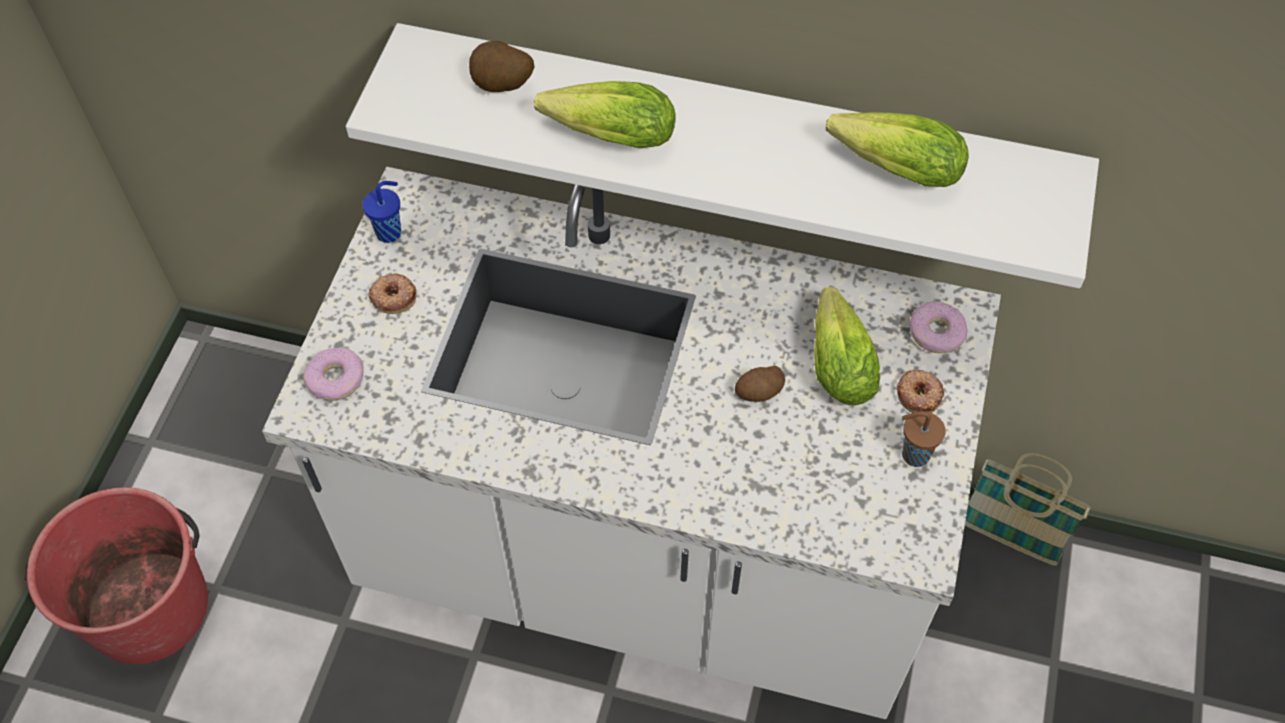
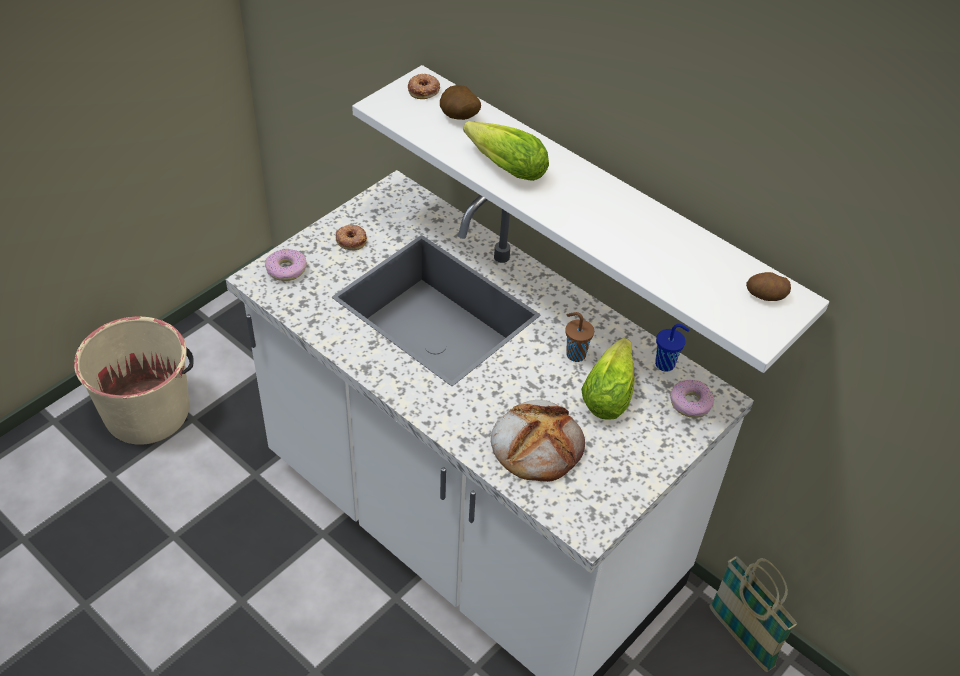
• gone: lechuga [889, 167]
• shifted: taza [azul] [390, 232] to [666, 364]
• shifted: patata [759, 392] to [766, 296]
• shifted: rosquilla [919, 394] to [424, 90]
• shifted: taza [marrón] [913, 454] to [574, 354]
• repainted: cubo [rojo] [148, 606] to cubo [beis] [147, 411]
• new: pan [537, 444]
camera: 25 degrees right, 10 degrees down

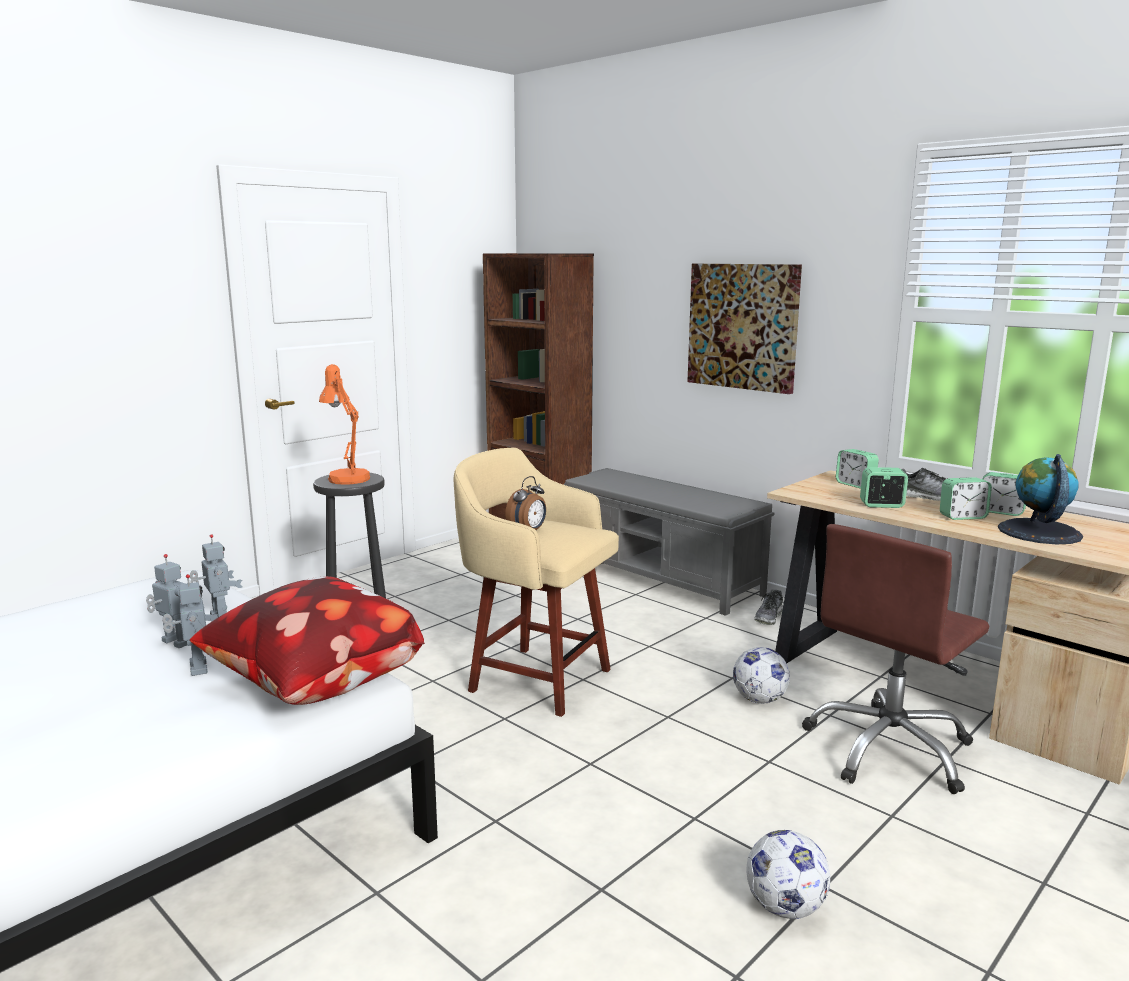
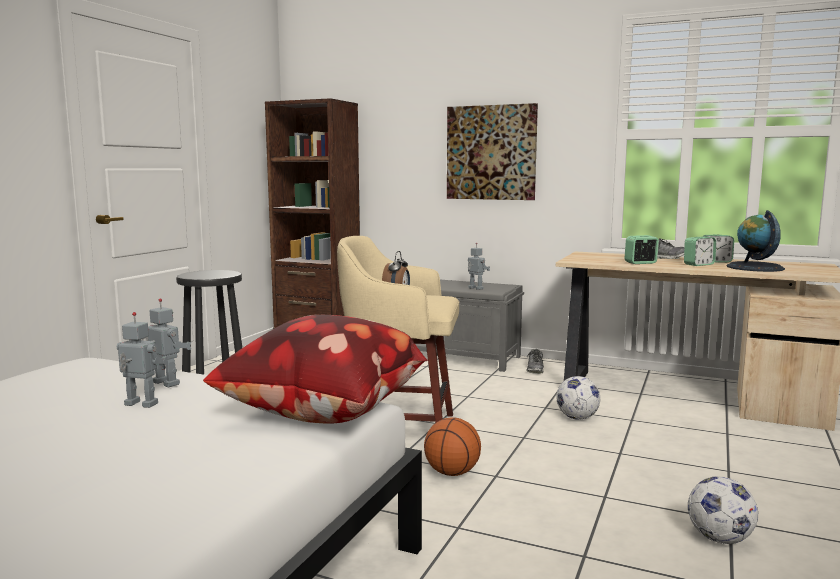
• gone: lámpara de mesa [naranja] [346, 477]
• gone: despertador [855, 485]
• gone: silla de oficina [marrón] [889, 749]
• shifted: robot de juguete [196, 668] to [475, 288]
• new: balón de baloncesto [452, 473]
camera: 20 degrees left, 5 degrees down

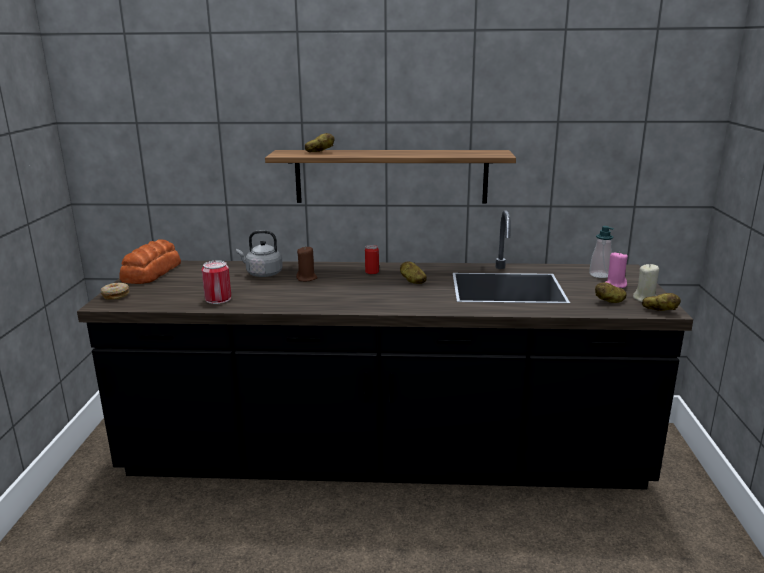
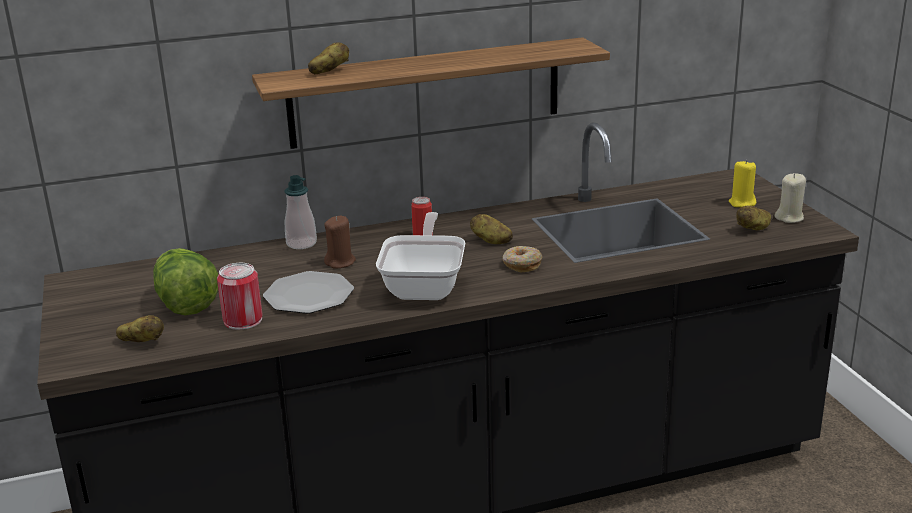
• shifted: dispensador de jabón [600, 275] to [301, 243]
• gone: hervidor [gris] [262, 274]
• gone: pan [151, 272]
• repainted: vela [rosa] [615, 285] to vela [amarillo] [742, 203]
• shifted: rosquilla [115, 295] to [521, 265]
• shifted: patata [660, 311] to [142, 342]
• new: sartén [425, 286]
• new: lechuga [185, 304]
• new: plato [309, 295]
camera: 20 degrees left, 5 degrees up

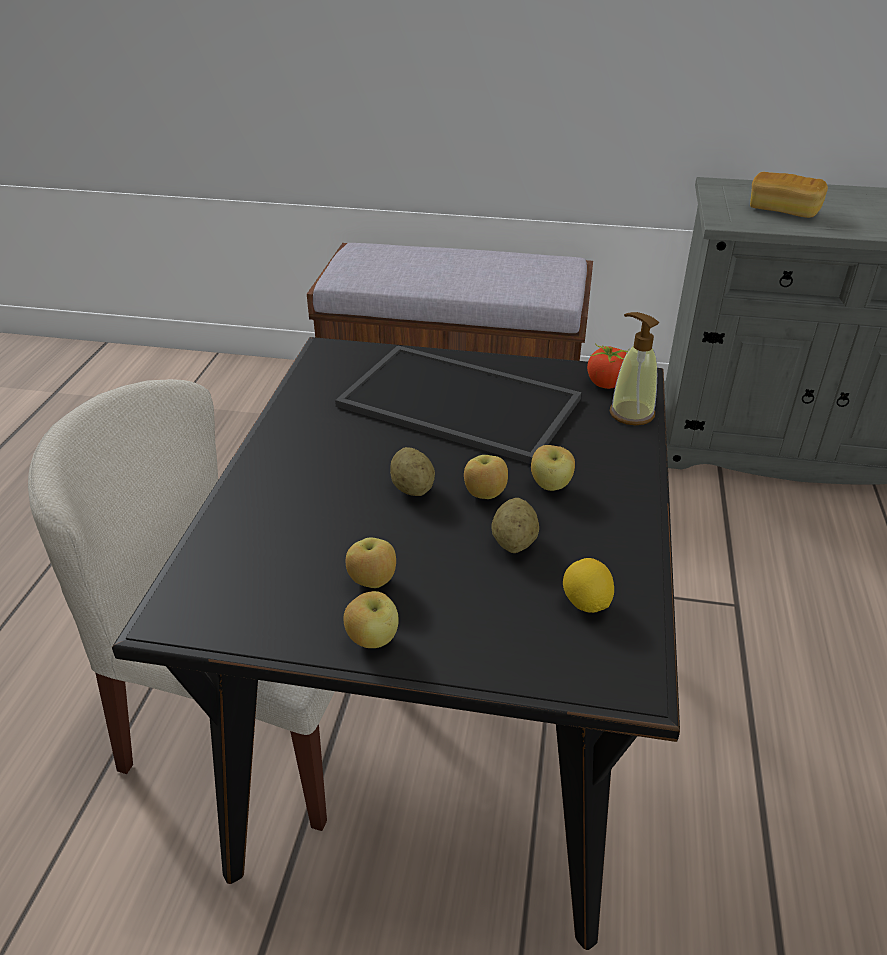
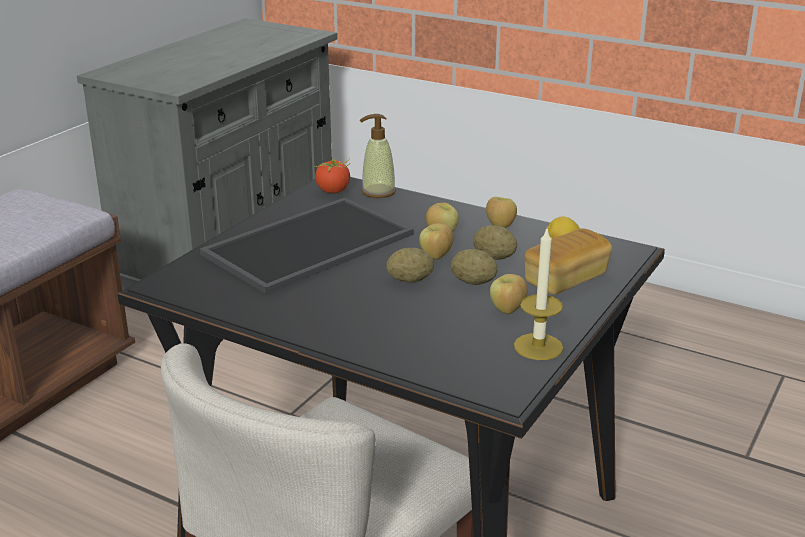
• shifted: pan [783, 210] to [565, 279]
• shifted: manzana [373, 639] to [500, 227]
• new: vela [538, 347]
• new: patata [473, 282]
camera: 70 degrees left, 10 degrees down

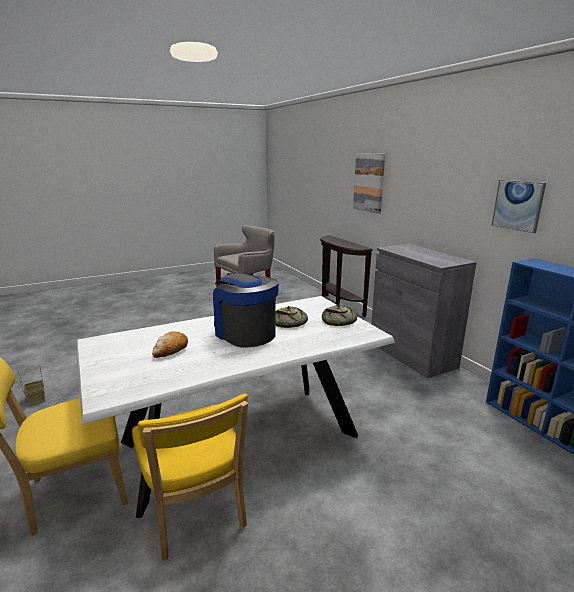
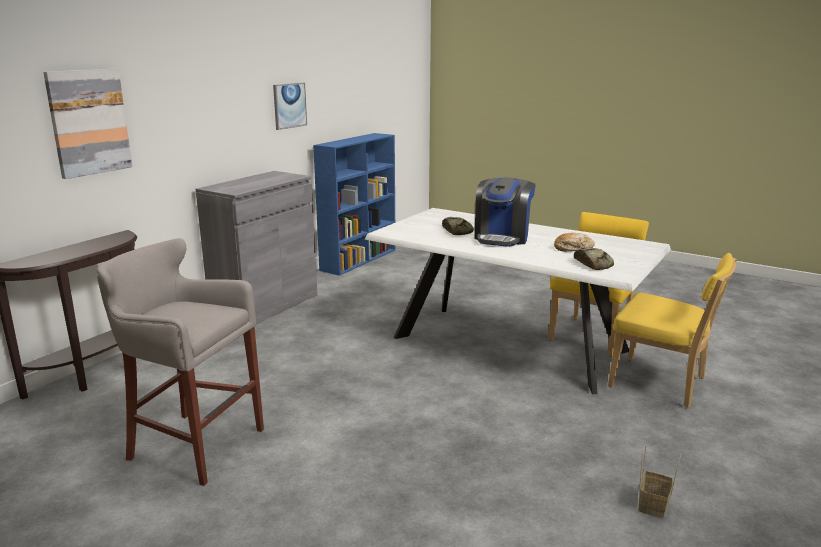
• shifted: pan [339, 321] to [593, 264]
camera: 120 degrees left, 0 degrees up

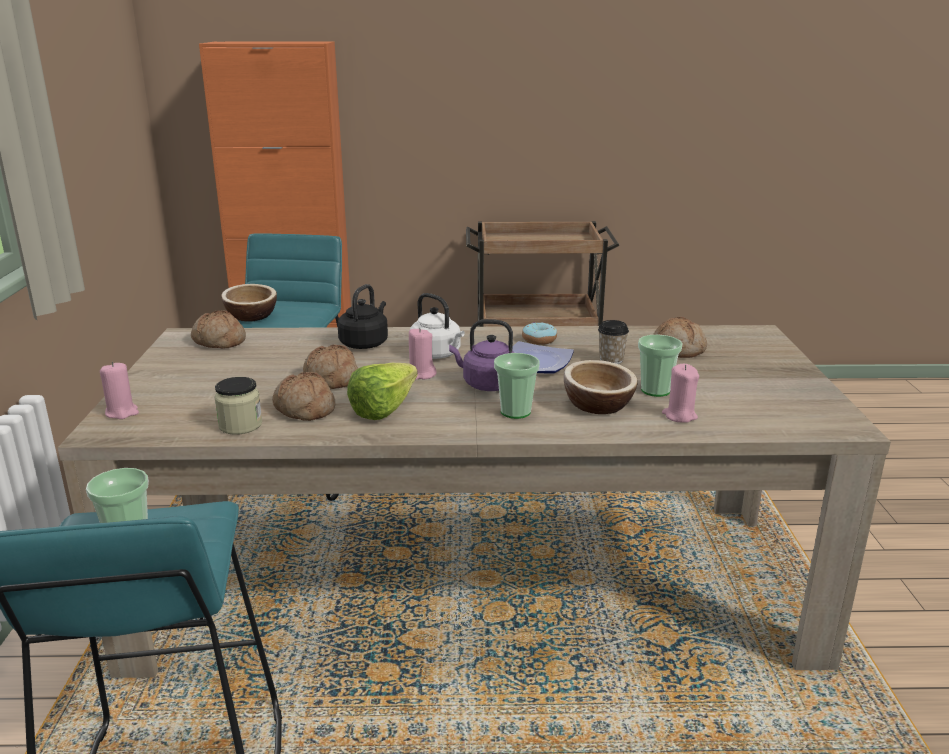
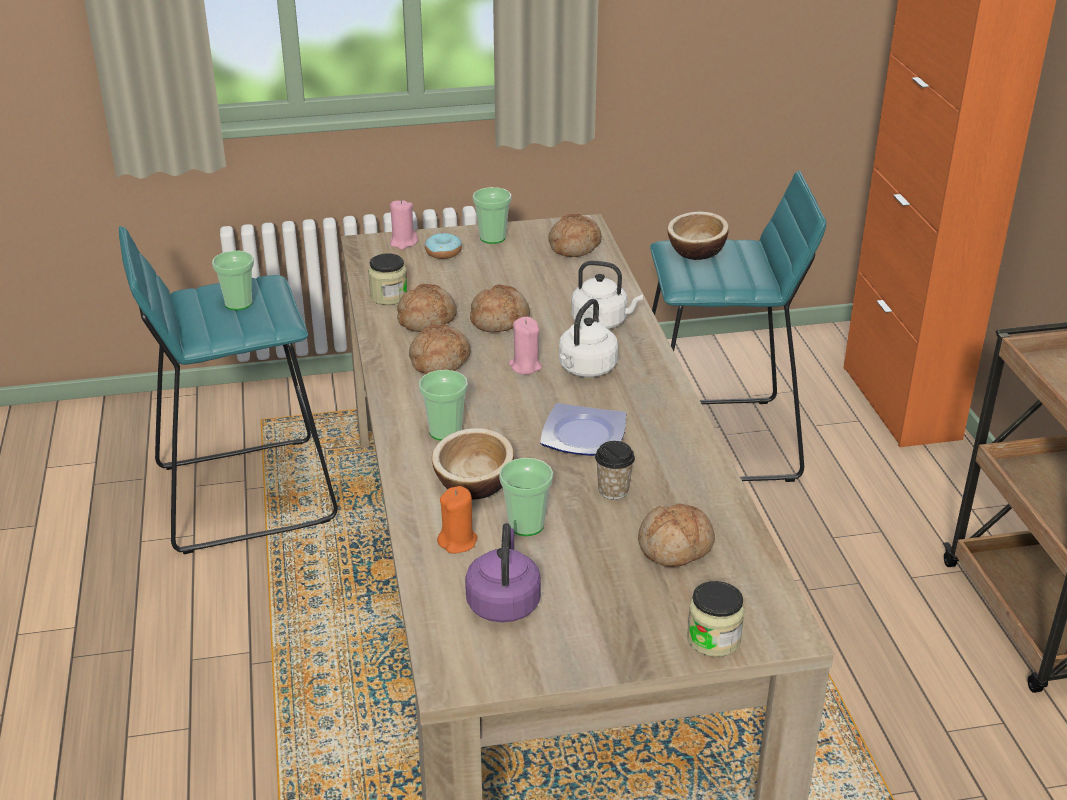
• repainted: hervidor [negro] [365, 343] to hervidor [blanco] [602, 322]
• shifted: hervidor [morado] [487, 384] to [503, 602]
• shifted: rosquilla [539, 340] to [443, 252]
• swapped: lechuga [390, 408] to pan [439, 360]
• repainted: vela [rosa] [679, 416] to vela [naranja] [458, 541]
• new: taza [492, 238]
• new: tarro [713, 639]
camera: 80 degrees right, 10 degrees up

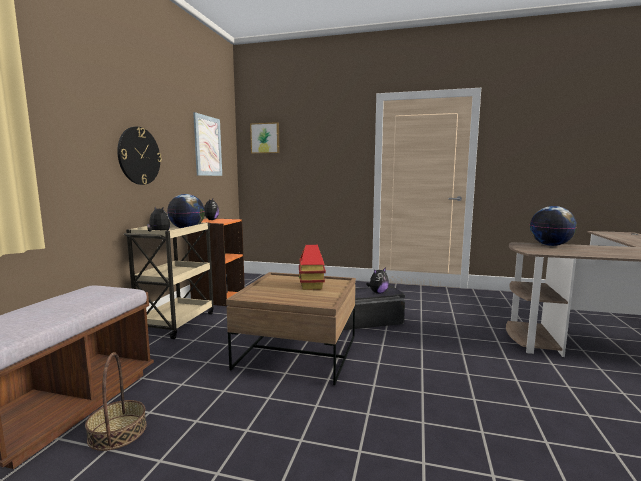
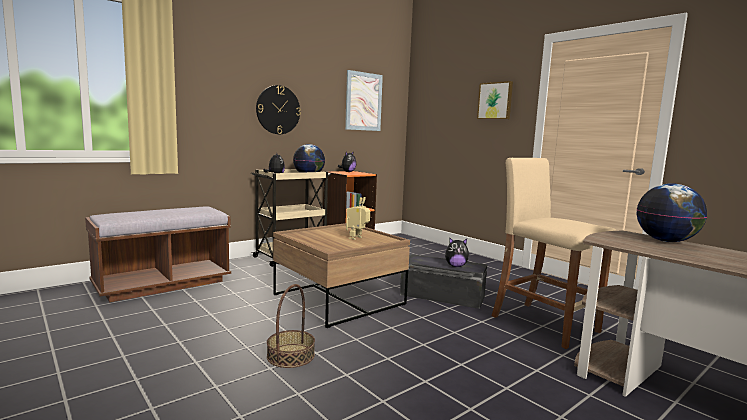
• shifted: cuadro [265, 138] to [495, 101]
• swapped: casita [311, 286] to robot de juguete [357, 238]
• shifted: cesta [117, 432] to [290, 355]
• new: taburete [beis] [544, 324]
camera: 35 degrees right, 0 degrees up

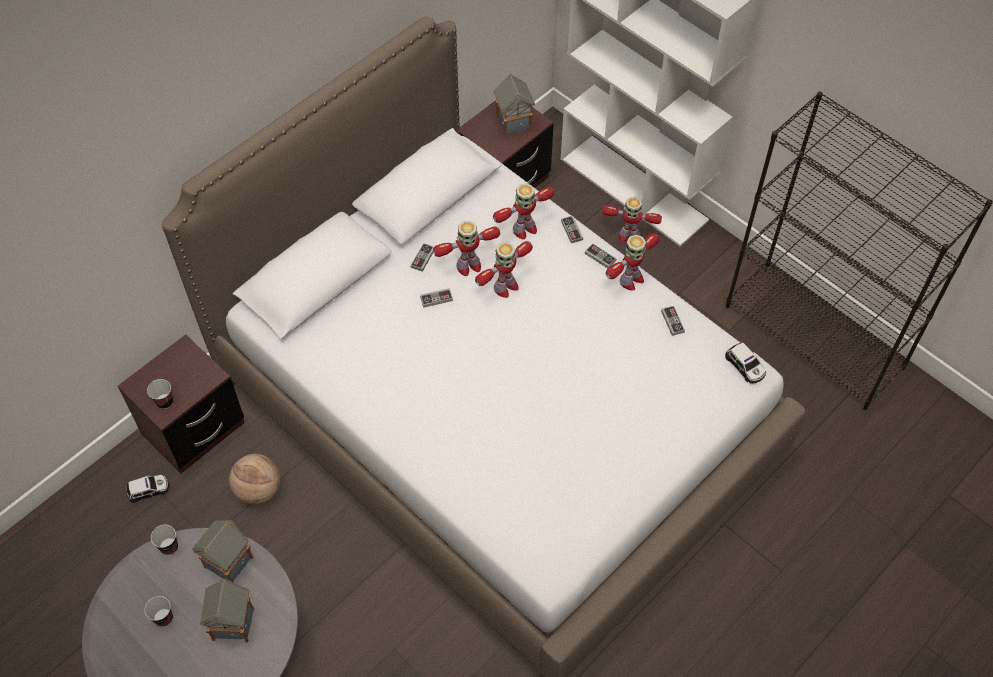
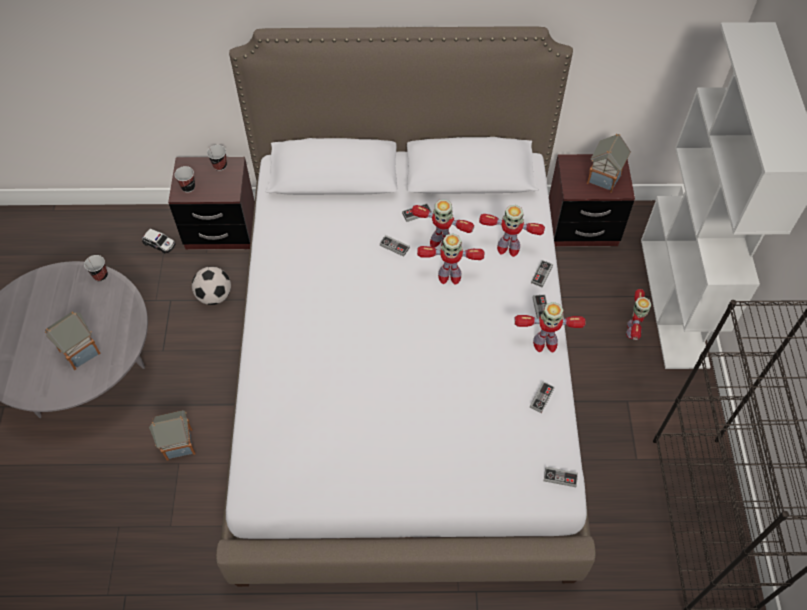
• rotated: robot de juguete [628, 236] = [632, 331] 135 degrees counterclockwise
• swapped: coche de juguete [745, 366] to mando de consola [560, 477]
• swapped: balón de baloncesto [258, 490] to balón de fútbol [214, 296]
• shifted: casita [228, 564] to [178, 445]
• shifted: taza [163, 618] to [220, 166]
camera: 45 degrees right, 0 degrees up

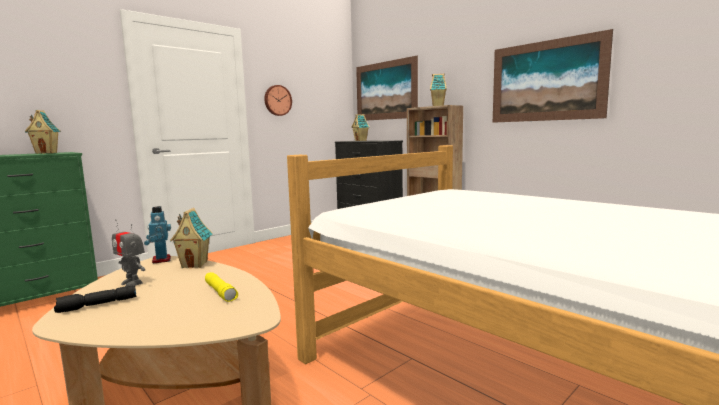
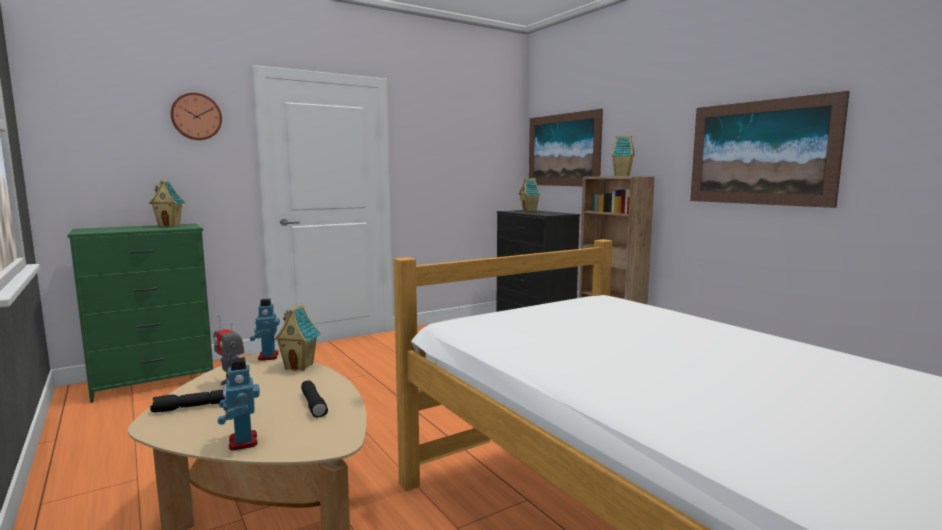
• shifted: reloj de pared [277, 100] to [196, 116]
• repainted: linterna [amarillo] [221, 292] to linterna [negro] [314, 405]
• new: robot de juguete [242, 442]
camera: 10 degrees right, 0 degrees up

